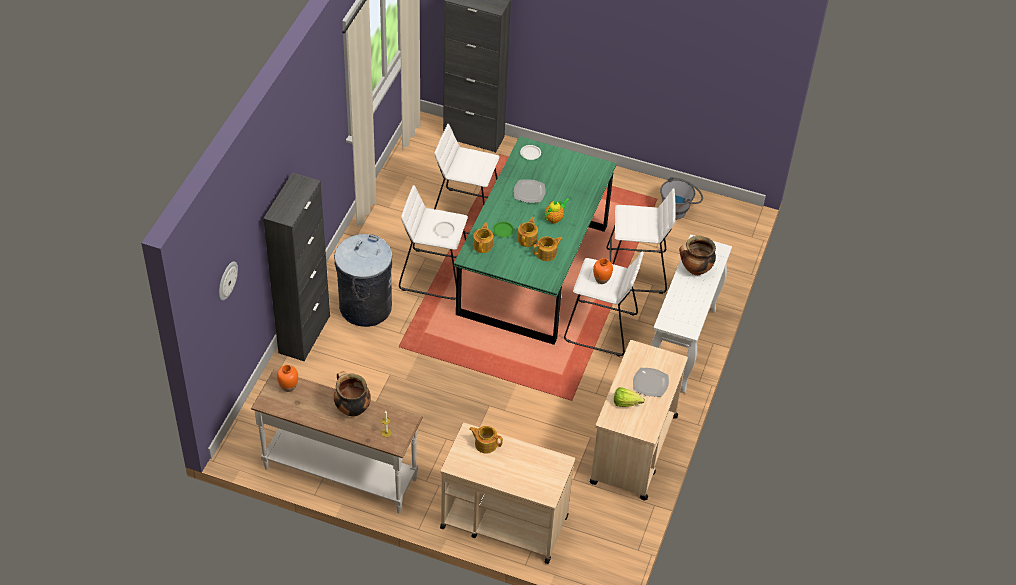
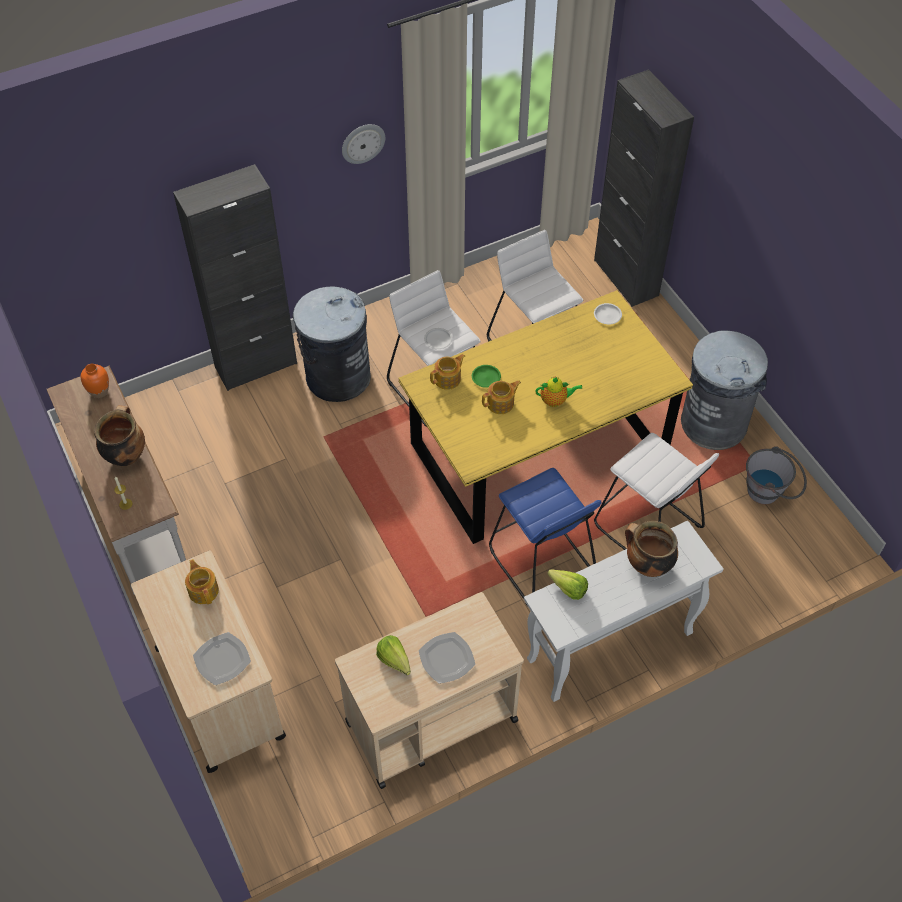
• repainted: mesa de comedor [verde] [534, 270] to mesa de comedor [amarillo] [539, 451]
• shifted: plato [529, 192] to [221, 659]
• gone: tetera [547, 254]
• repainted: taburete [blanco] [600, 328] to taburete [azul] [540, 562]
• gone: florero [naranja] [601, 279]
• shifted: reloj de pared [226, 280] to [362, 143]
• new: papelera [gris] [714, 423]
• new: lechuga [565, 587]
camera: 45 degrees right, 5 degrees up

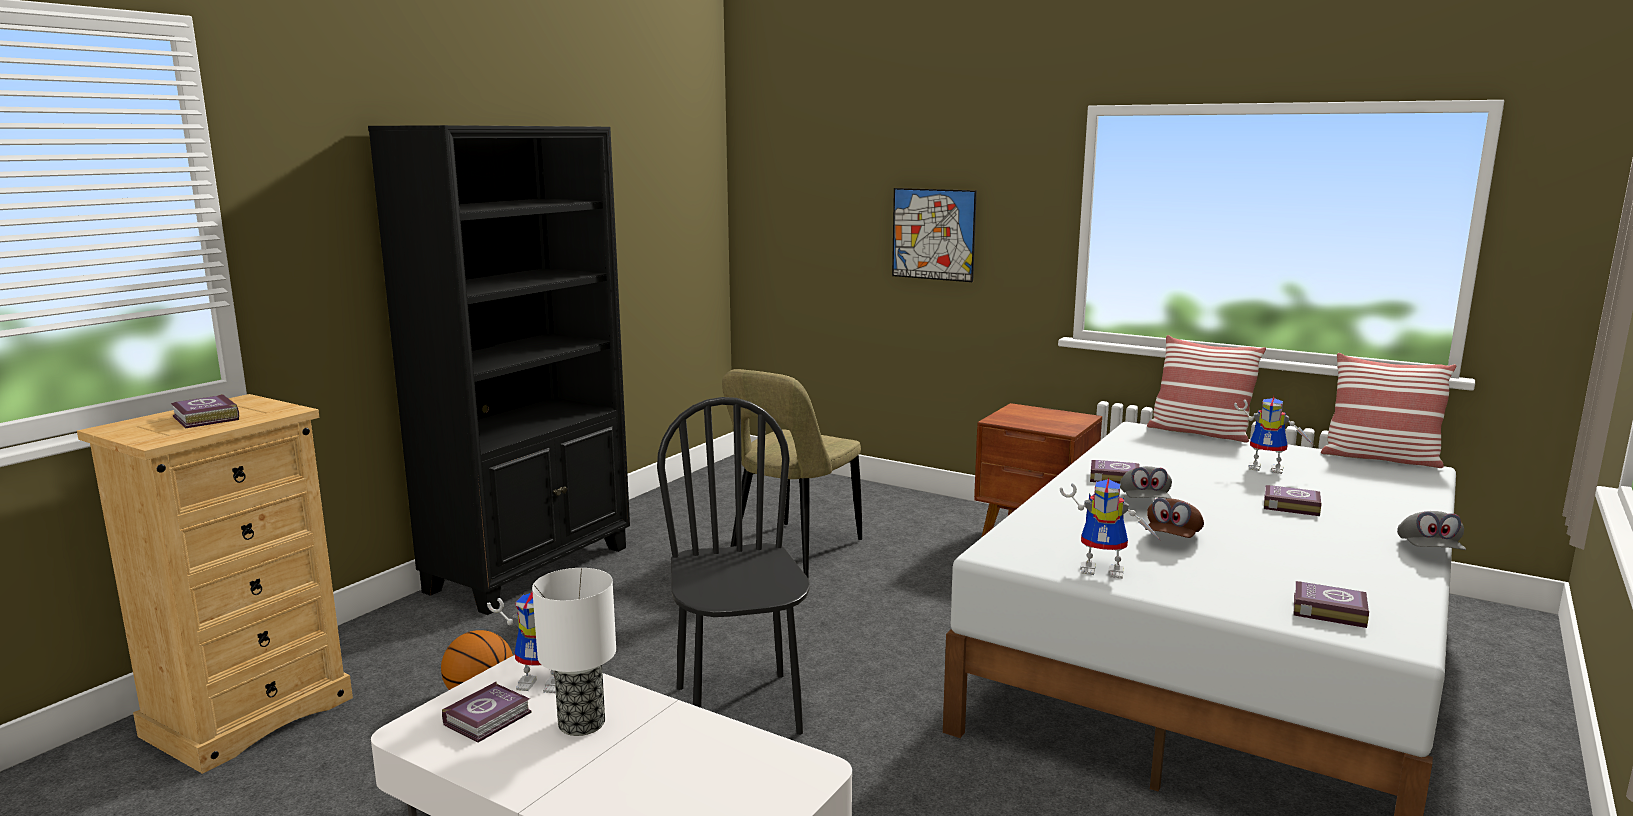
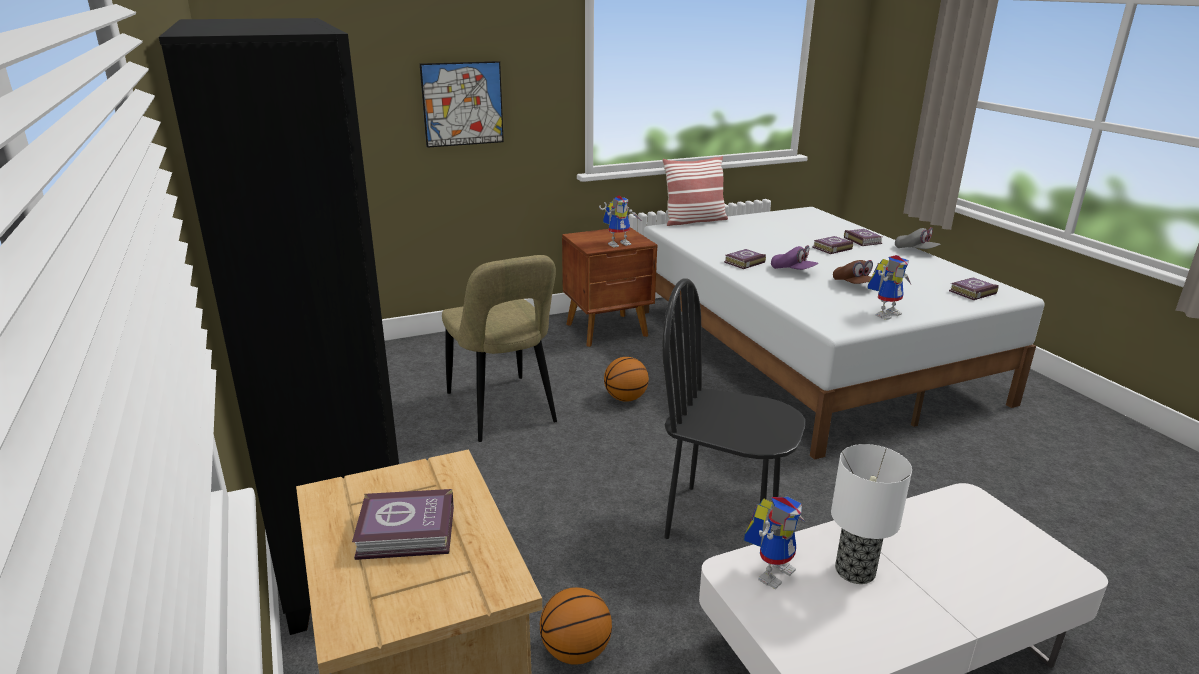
• gone: cojín [1380, 458]
• shifted: robot de juguete [1269, 468] to [619, 243]
• repainted: gorra [gris] [1144, 502] to gorra [morado] [793, 271]
• shifted: libro [490, 718] to [862, 240]
• new: balón de baloncesto [626, 398]
camera: 55 degrees left, 10 degrees up

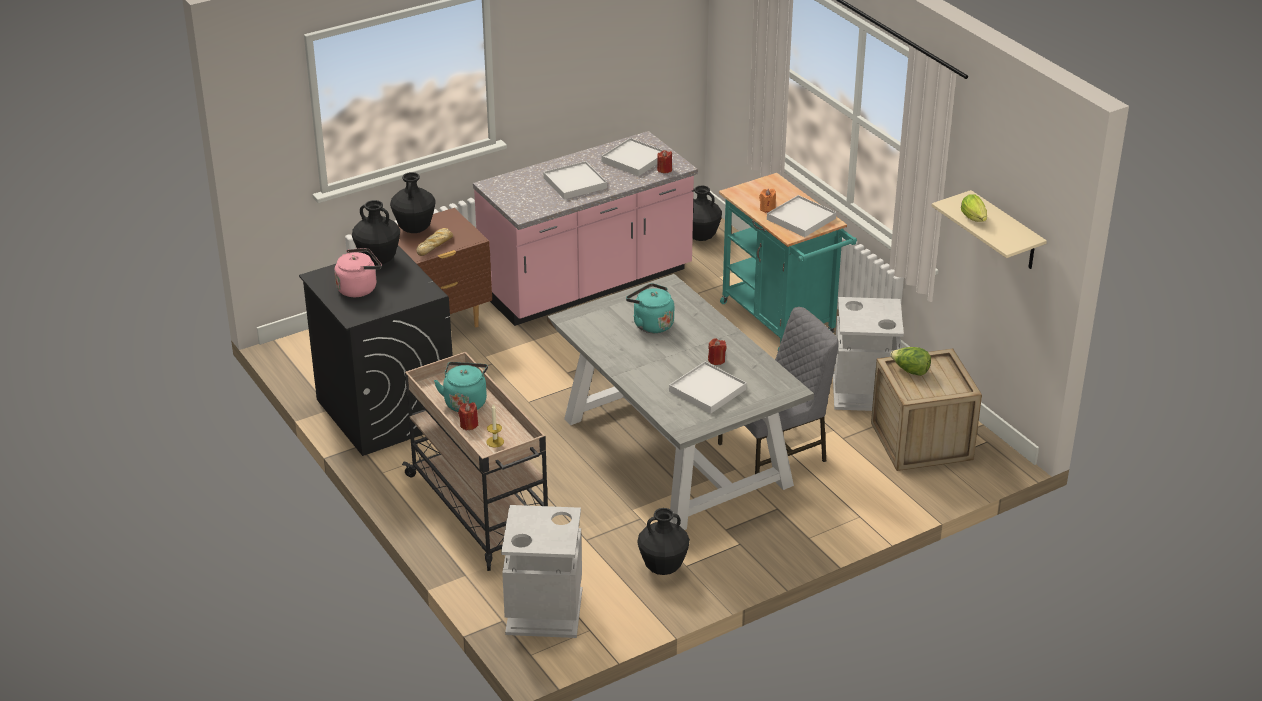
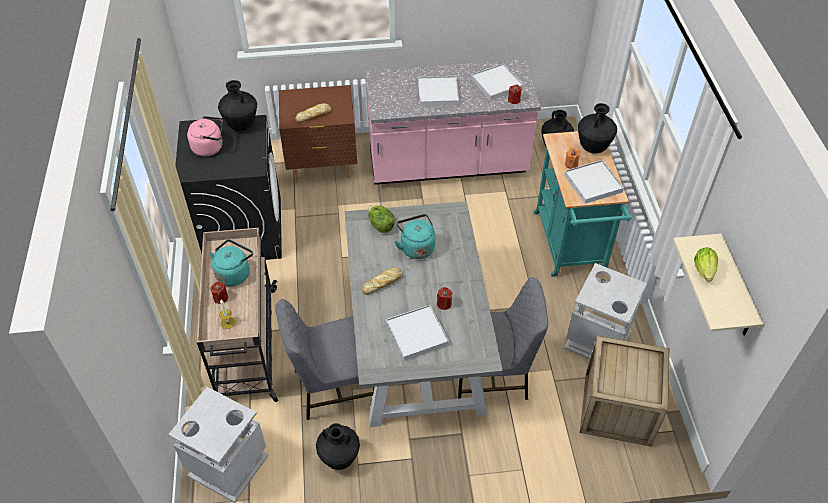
• shifted: florero [negro] [414, 229] to [593, 147]
• shifted: lechuga [910, 371] to [380, 225]
• new: pan [383, 283]
• new: silla [gris] [333, 386]
camera: 25 degrees right, 15 degrees up

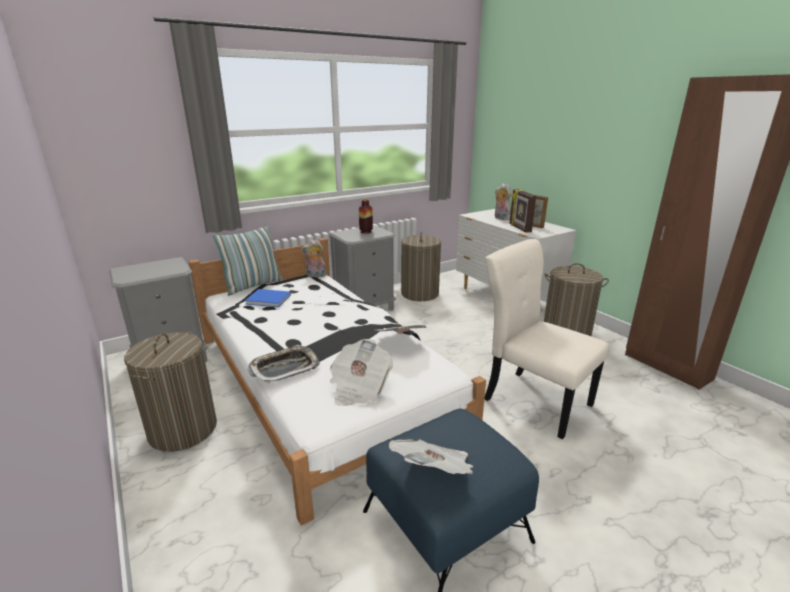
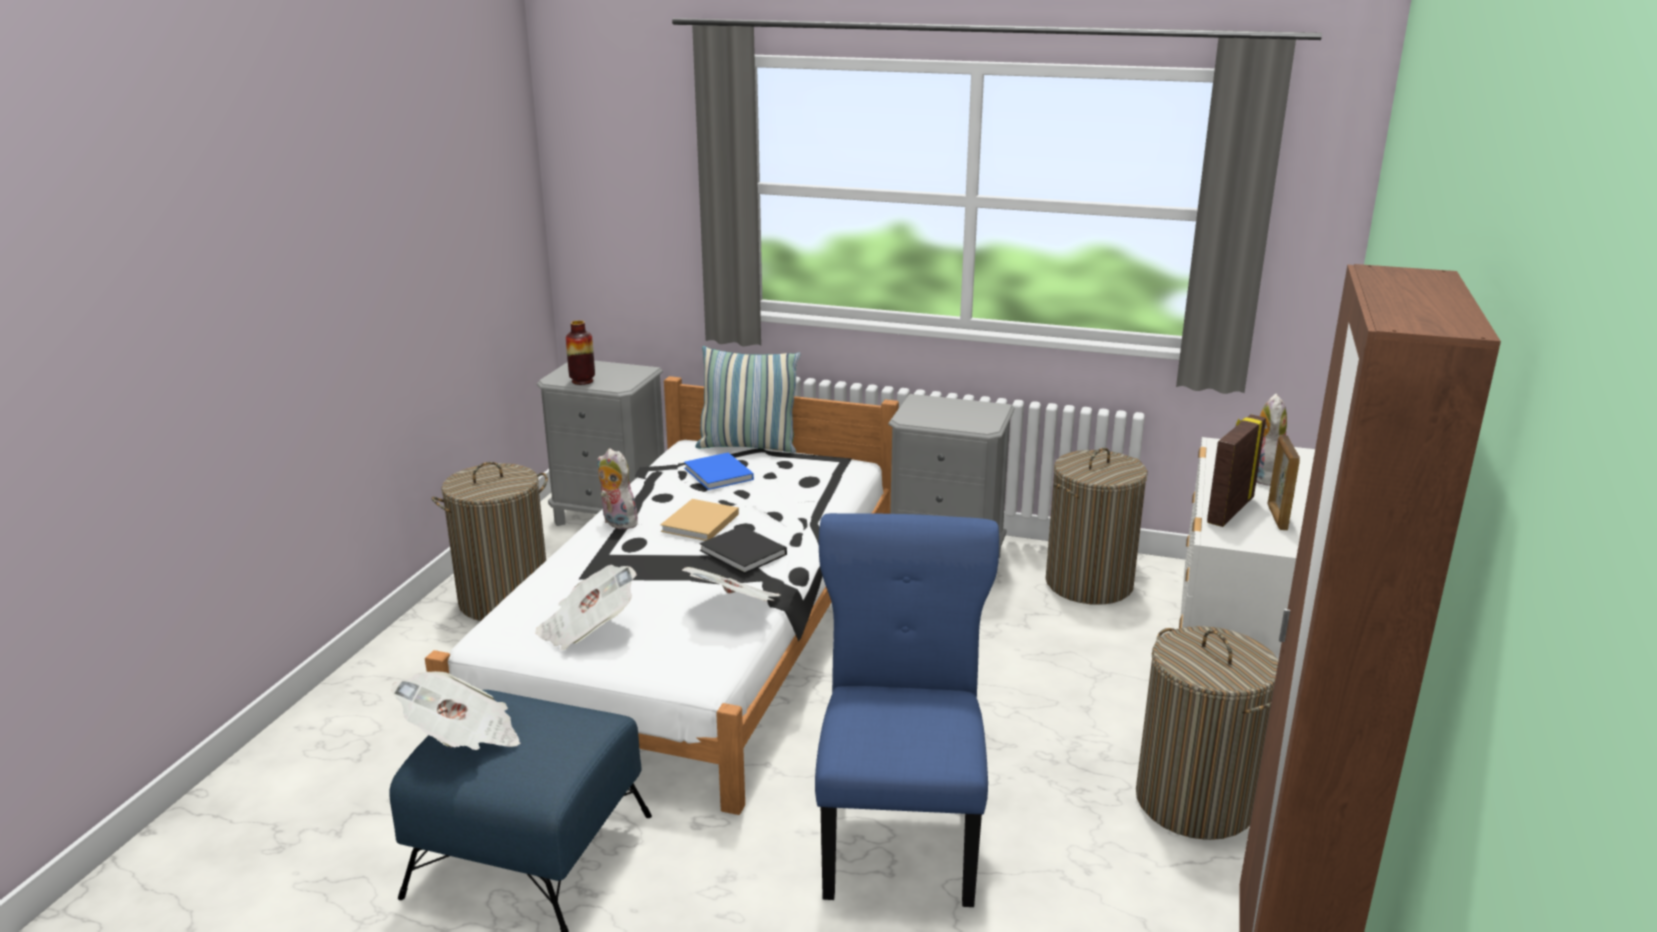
• shifted: florero [366, 232] to [582, 381]
• repainted: silla [beis] [533, 400] to silla [azul] [901, 835]
• shifted: peluche [315, 276] to [617, 522]
• gone: bandeja [285, 368]
• new: libro [beis] [699, 524]
• new: libro [negro] [744, 553]
camera: 50 degrees right, 0 degrees up

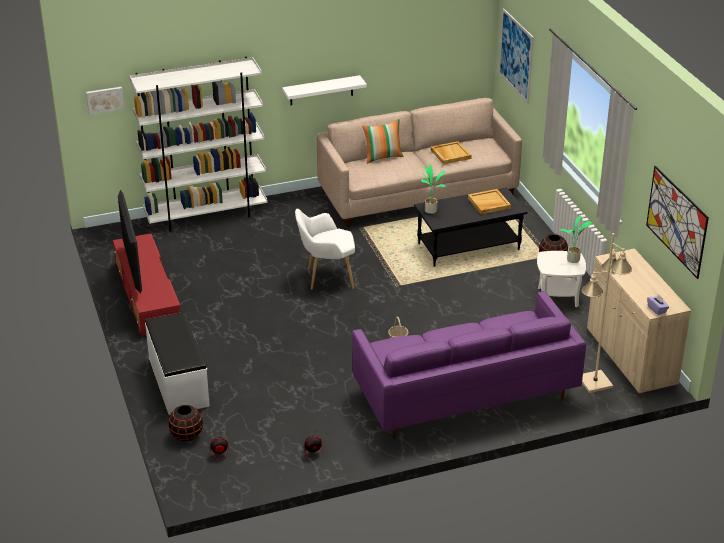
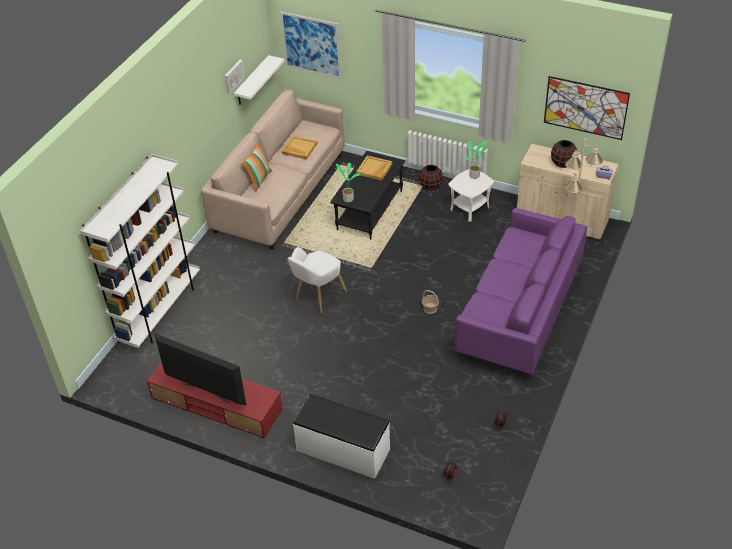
• shifted: estante [blanco] [321, 90] to [252, 81]
• shifted: cuadro [104, 99] to [233, 76]
• shifted: florero [negro] [186, 435] to [562, 163]
camera: 45 degrees left, 10 degrees up

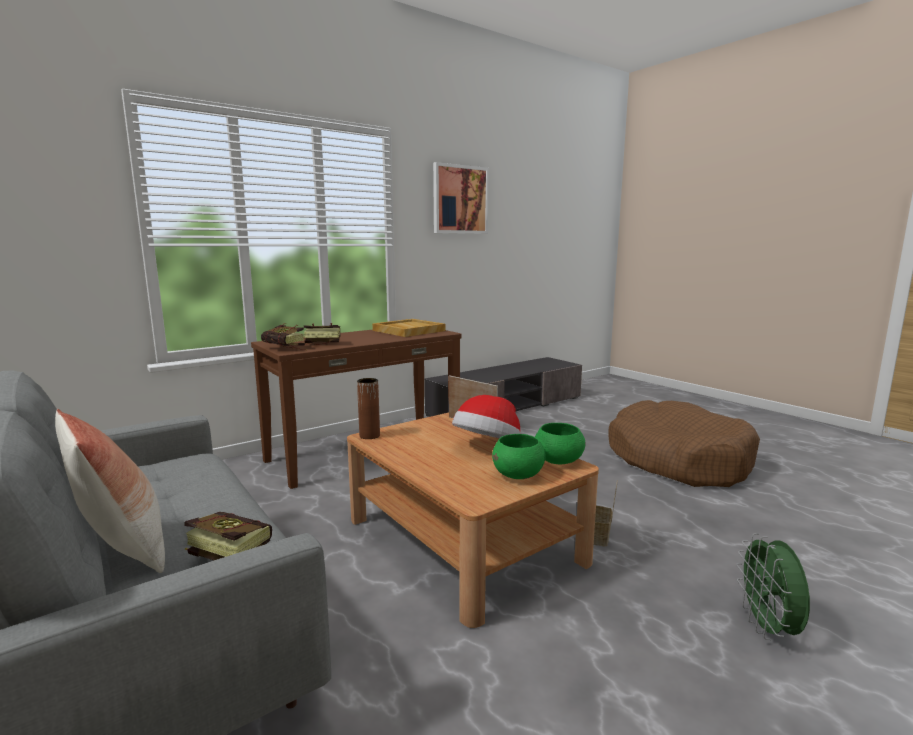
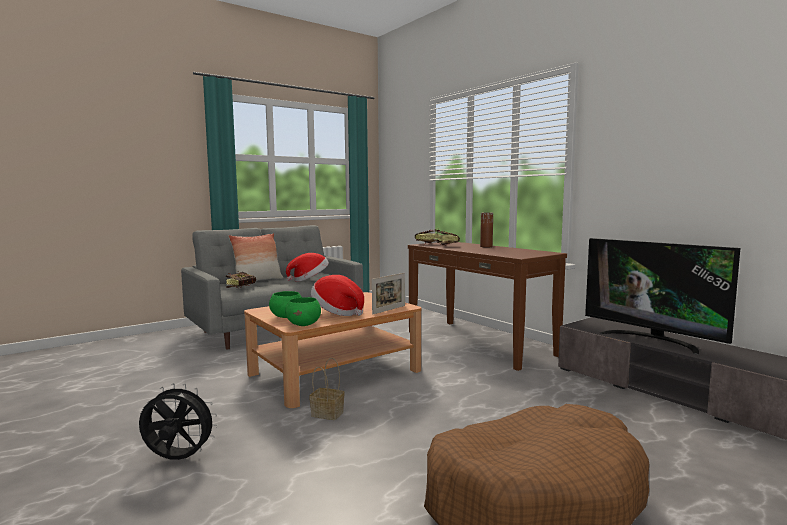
• gone: cuadro [460, 200]
• gone: bandeja [beis] [408, 330]
• shifted: florero [marrón] [369, 436] to [486, 246]
• repainted: ventilador [verde] [768, 629] to ventilador [negro] [178, 460]
• new: televisor [652, 340]
• new: sombrero [309, 280]
camera: 90 degrees right, 5 degrees down

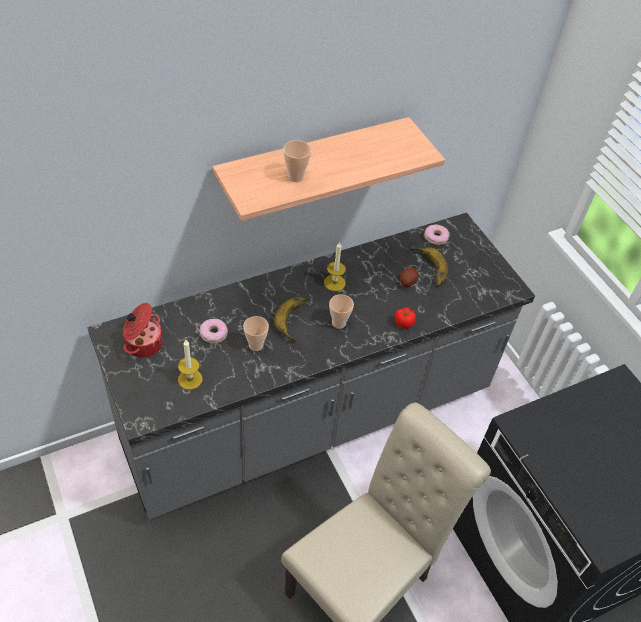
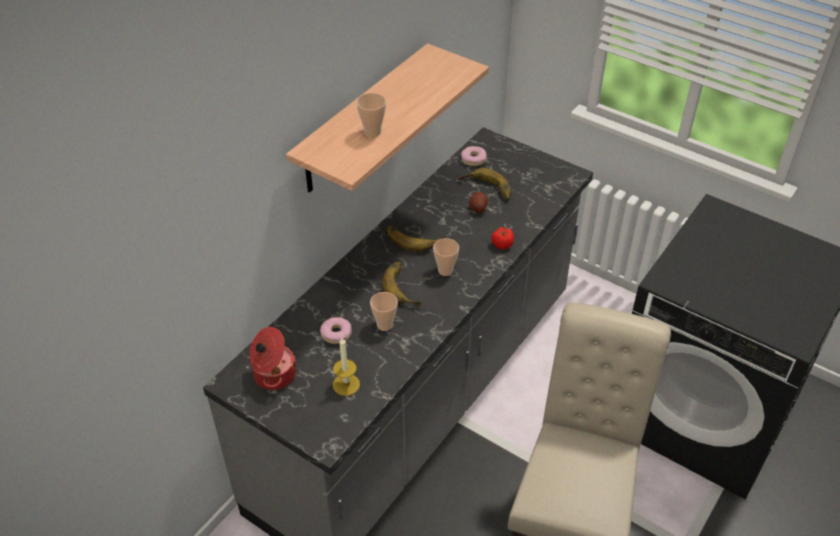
• swapped: vela [334, 283] to plátano [414, 237]
camera: 25 degrees left, 5 degrees down

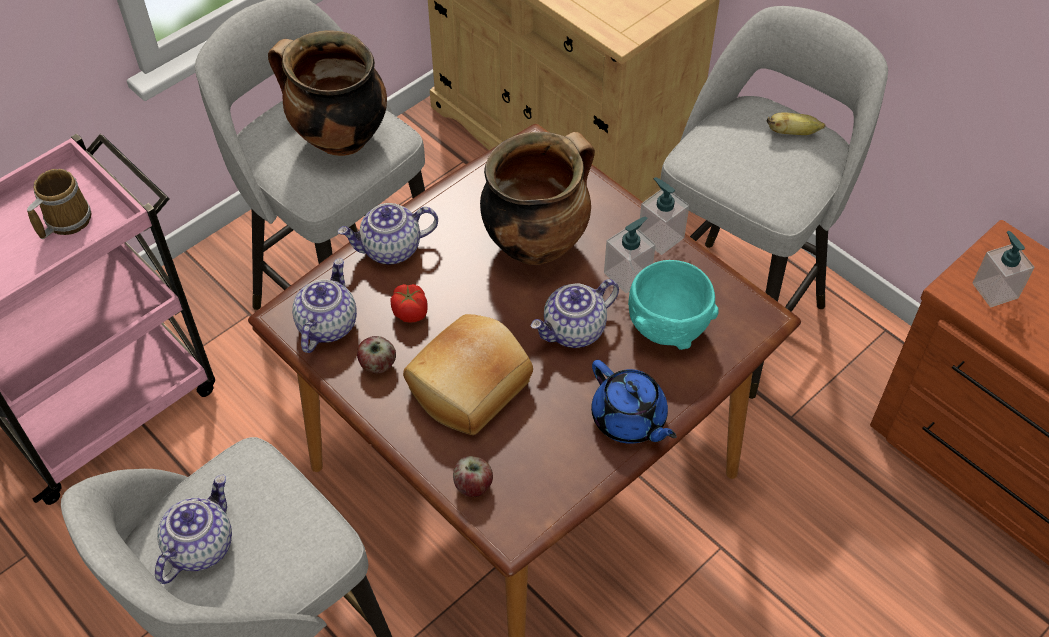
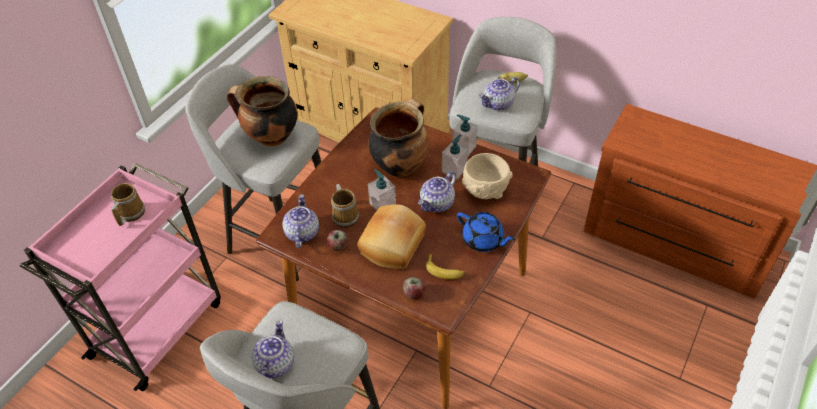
• shifted: tetera [391, 249] to [498, 104]
• shifted: dispensador de jabón [995, 290] to [382, 204]
• repainted: cuenco [turquesa] [667, 327] to cuenco [beis] [485, 191]
• swapped: tomate [410, 312] to taza grande [346, 216]
• new: plátano [444, 270]
camera: 15 degrees left, 5 degrees down

